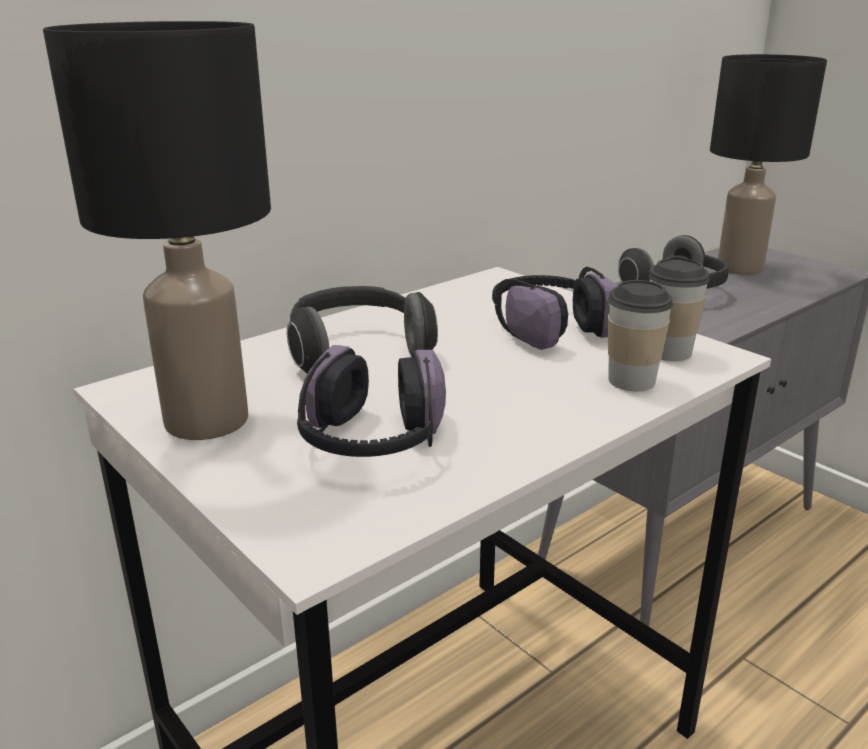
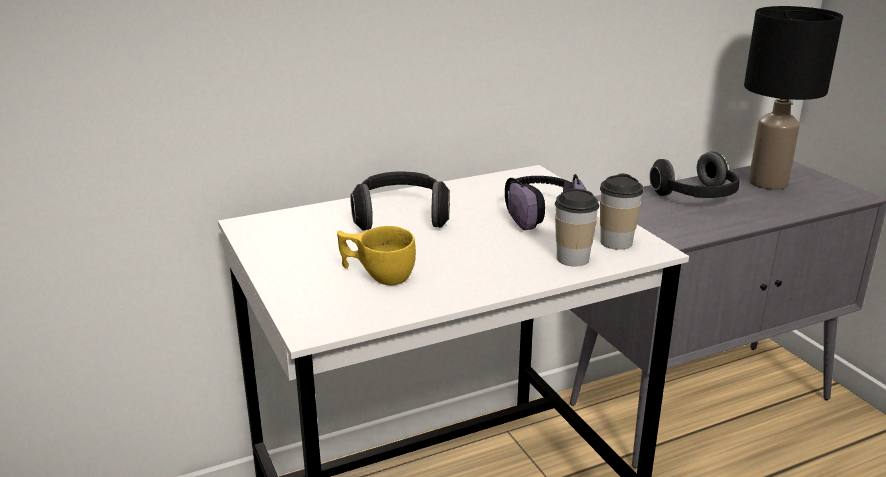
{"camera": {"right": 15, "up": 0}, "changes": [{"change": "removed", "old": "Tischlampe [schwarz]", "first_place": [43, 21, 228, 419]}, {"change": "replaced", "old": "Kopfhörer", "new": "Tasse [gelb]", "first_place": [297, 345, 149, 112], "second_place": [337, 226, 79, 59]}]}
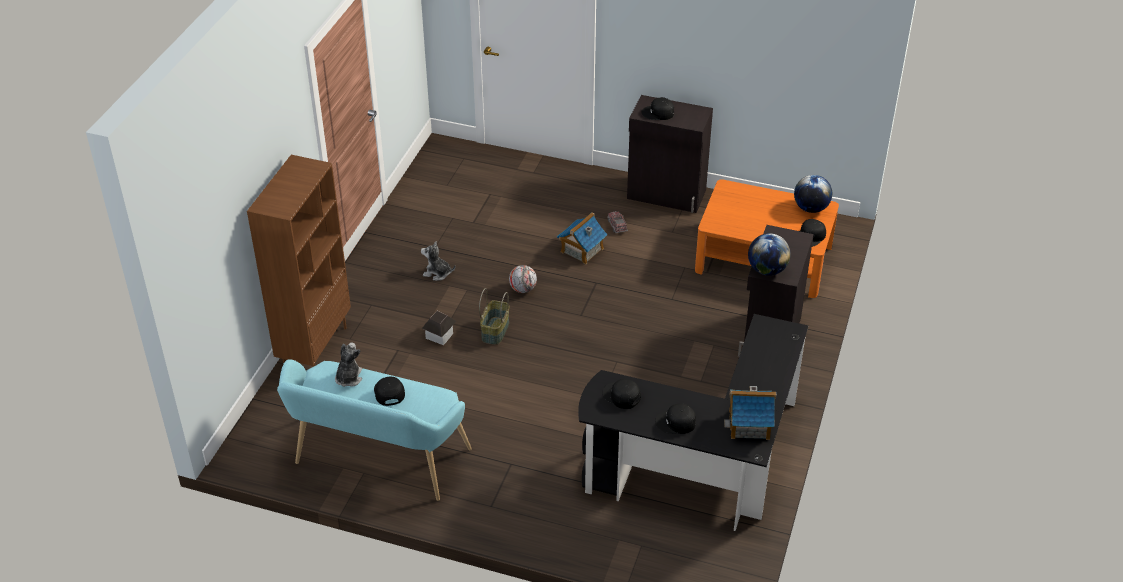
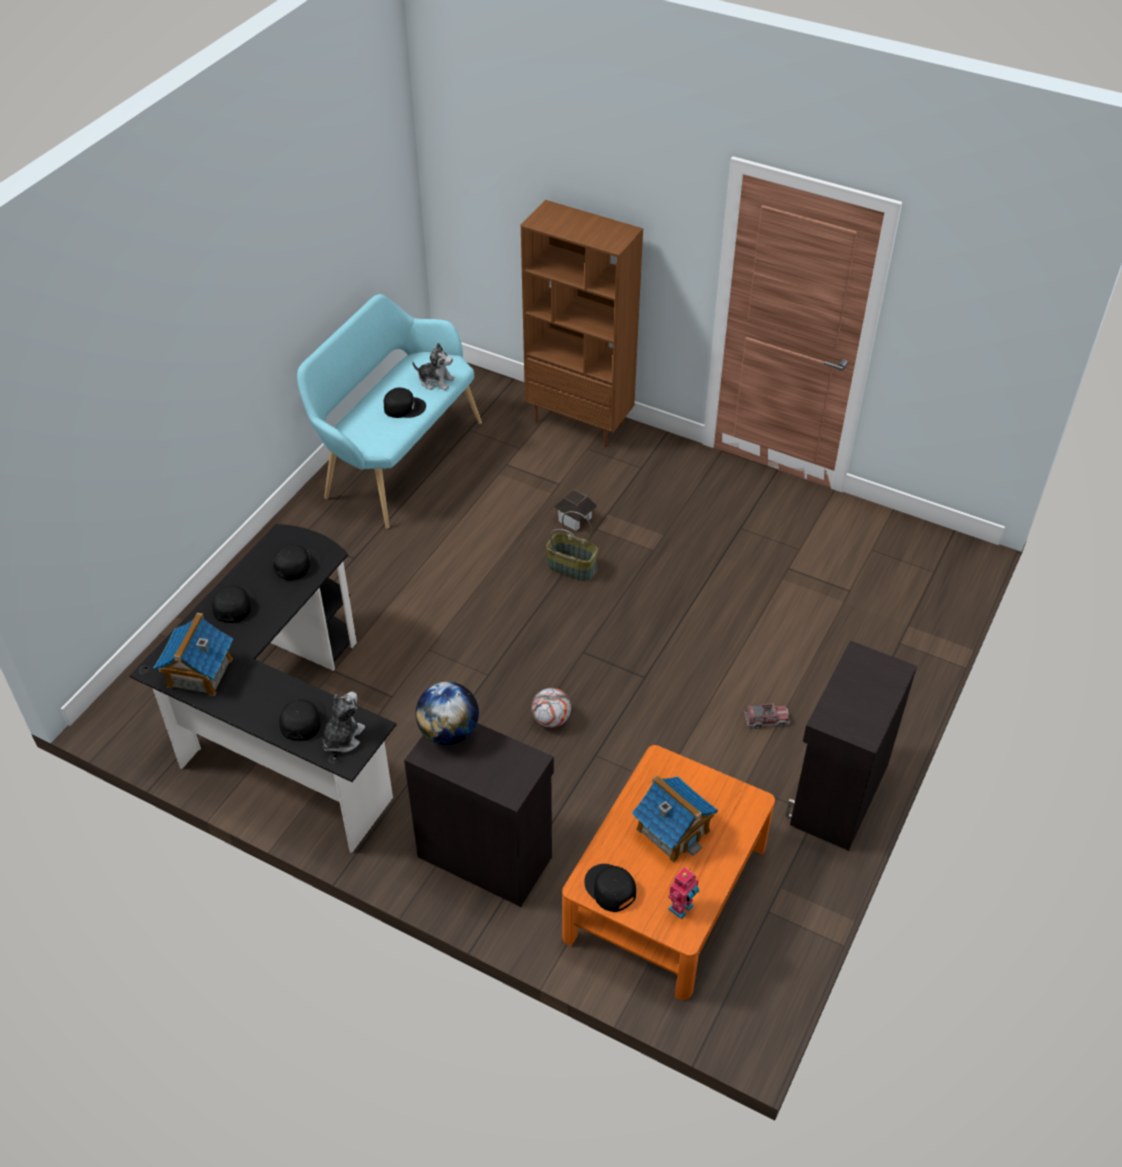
{"camera": {"right": 100, "up": 5}, "changes": [{"change": "moved", "old": "Plüschtier", "first_place": [421, 241, 34, 40], "second_place": [323, 692, 42, 61]}, {"change": "moved", "old": "Fußball", "first_place": [509, 265, 28, 28], "second_place": [532, 688, 39, 40]}, {"change": "moved", "old": "Spielzeughaus", "first_place": [557, 212, 51, 53], "second_place": [632, 775, 86, 88]}, {"change": "moved", "old": "Kappe [schwarz]", "first_place": [642, 97, 32, 23], "second_place": [279, 698, 47, 43]}, {"change": "replaced", "old": "Globus", "new": "Spielzeugroboter", "first_place": [794, 175, 38, 38], "second_place": [668, 867, 31, 52]}]}
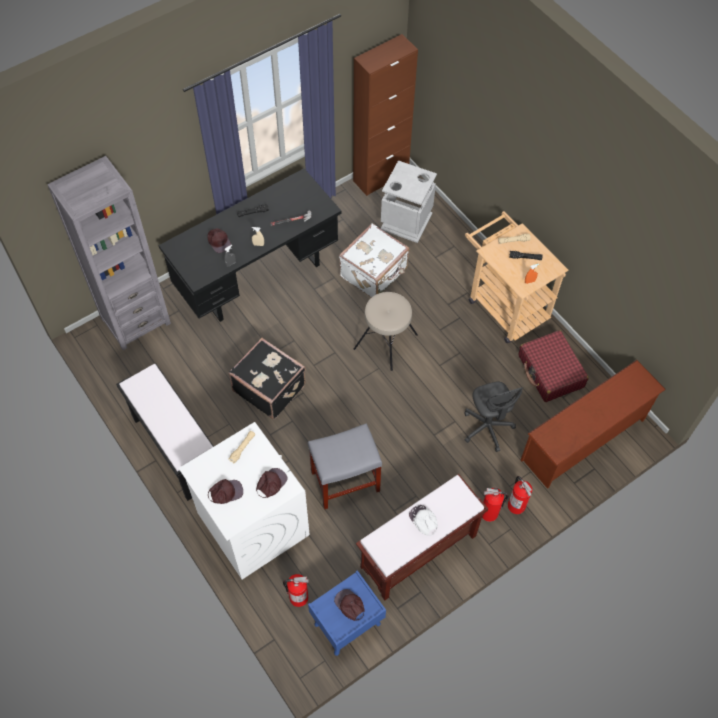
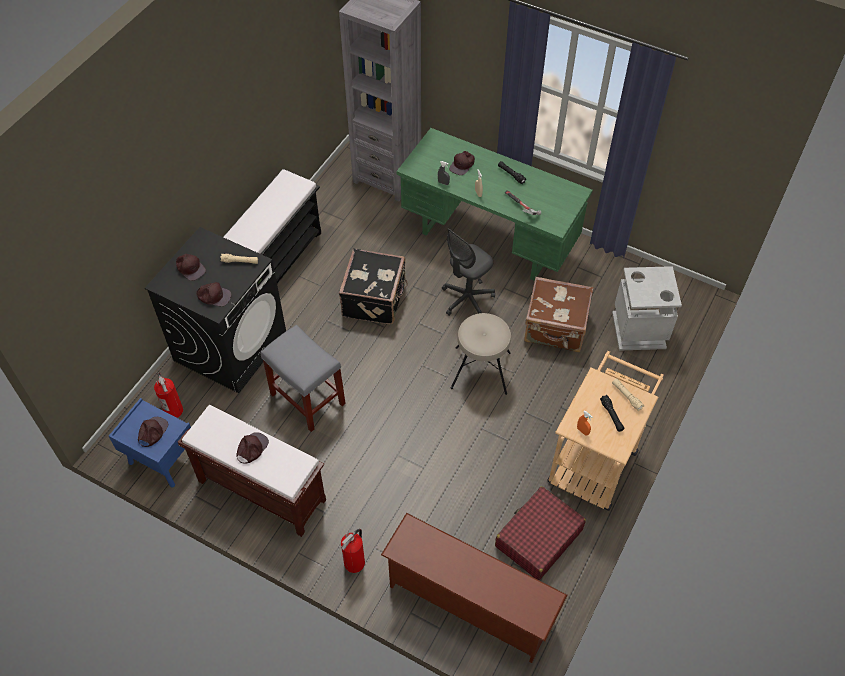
{"camera": {"right": 65, "up": -5}, "changes": [{"change": "removed", "old": "Schrank [braun]", "first_place": [353, 34, 65, 162]}, {"change": "removed", "old": "Feuerlöscher", "first_place": [482, 487, 26, 35]}, {"change": "moved", "old": "Bürostuhl [grau]", "first_place": [465, 381, 58, 71], "second_place": [442, 228, 53, 88]}, {"change": "recoloured", "old": "Schreibtisch [schwarz]", "new": "Schreibtisch [grün]", "first_place": [159, 168, 182, 154], "second_place": [397, 128, 196, 153]}, {"change": "recoloured", "old": "Waschmaschine [weiß]", "new": "Waschmaschine [schwarz]", "first_place": [179, 422, 131, 158], "second_place": [145, 227, 141, 166]}, {"change": "recoloured", "old": "Koffer [weiß]", "new": "Koffer [braun]", "first_place": [339, 223, 71, 75], "second_place": [524, 277, 69, 75]}, {"change": "recoloured", "old": "Kappe [weiß]", "new": "Kappe [braun]", "first_place": [409, 505, 29, 31], "second_place": [236, 432, 33, 32]}]}
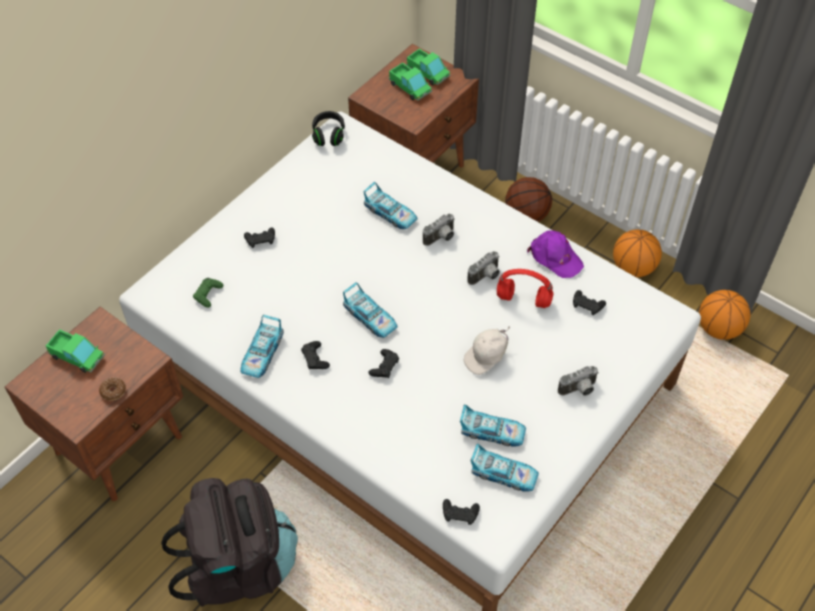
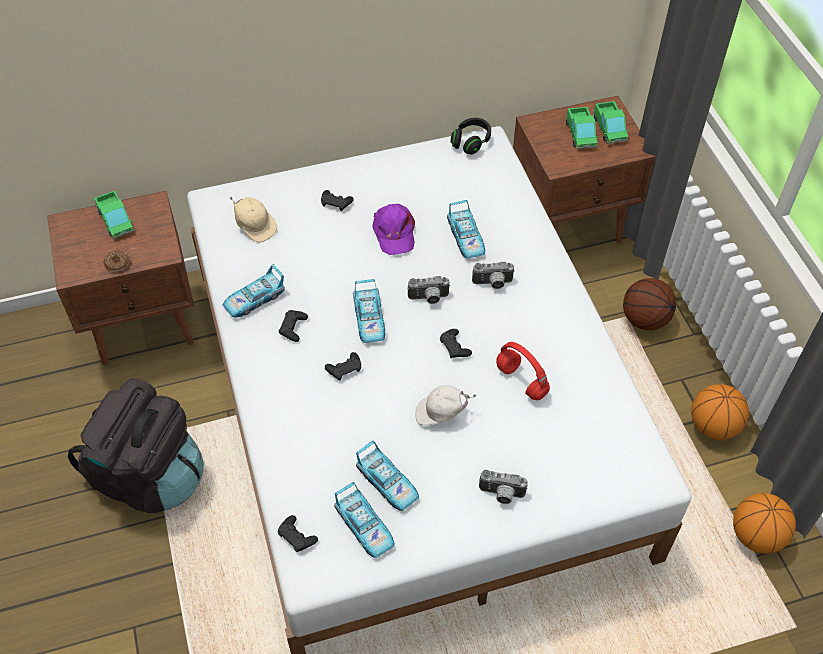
{"camera": {"right": 35, "up": 0}, "changes": [{"change": "moved", "old": "Kamera", "first_place": [468, 251, 32, 34], "second_place": [408, 276, 42, 28]}, {"change": "moved", "old": "Kappe [lila]", "first_place": [527, 230, 57, 48], "second_place": [372, 204, 43, 51]}, {"change": "moved", "old": "Gamepad [schwarz]", "first_place": [573, 290, 33, 25], "second_place": [440, 329, 32, 29]}, {"change": "replaced", "old": "Gamepad [grün]", "new": "Kappe [beige]", "first_place": [193, 278, 30, 30], "second_place": [230, 197, 47, 46]}]}
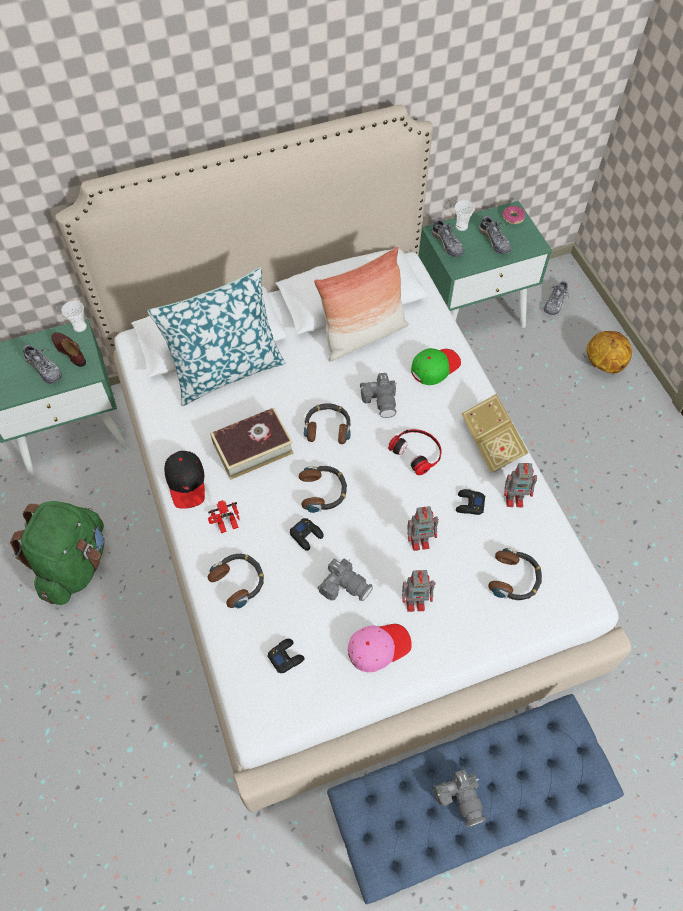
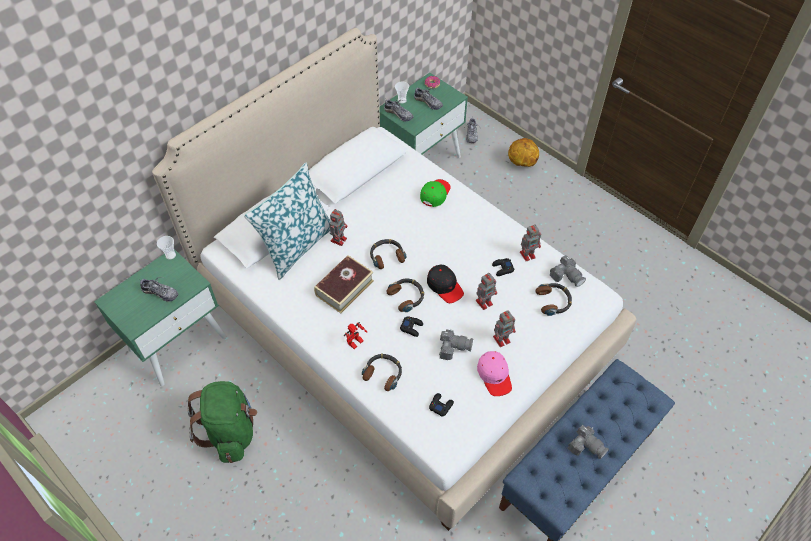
{"camera": {"right": -25, "up": -5}, "changes": [{"change": "removed", "old": "Schuh [braun]", "first_place": [51, 333, 35, 34]}, {"change": "removed", "old": "Kissen", "first_place": [314, 247, 95, 115]}, {"change": "removed", "old": "Kopfhörer", "first_place": [388, 429, 54, 46]}, {"change": "removed", "old": "Buch", "first_place": [461, 394, 68, 79]}, {"change": "added", "new": "Spielzeugroboter", "second_place": [330, 209, 18, 37]}, {"change": "moved", "old": "Kappe [schwarz]", "first_place": [164, 451, 41, 58], "second_place": [427, 265, 37, 38]}, {"change": "moved", "old": "Kamera", "first_place": [360, 373, 37, 45], "second_place": [550, 255, 36, 32]}, {"change": "turned", "old": "Kappe [rosa]", "first_place": [348, 624, 64, 49], "second_place": [477, 351, 35, 45], "degrees": 120}]}
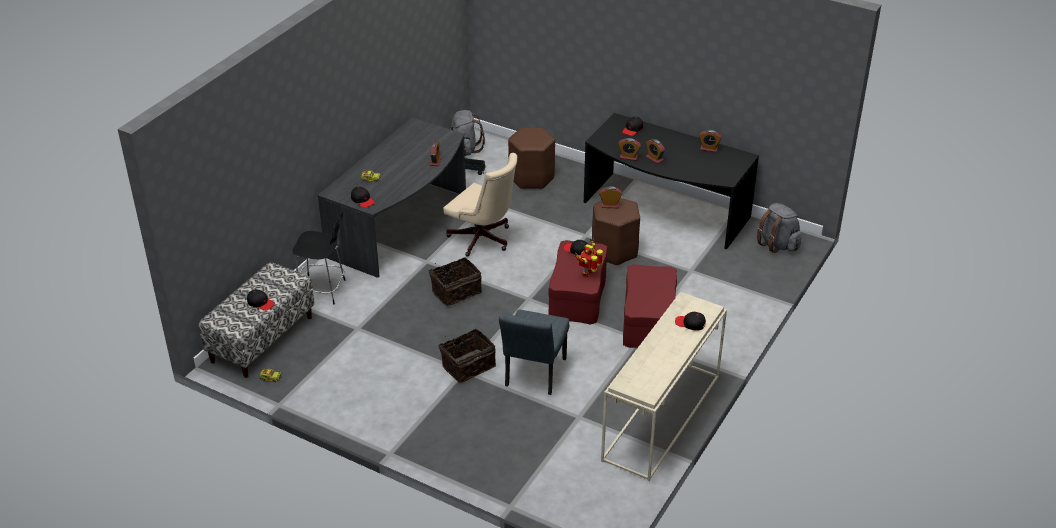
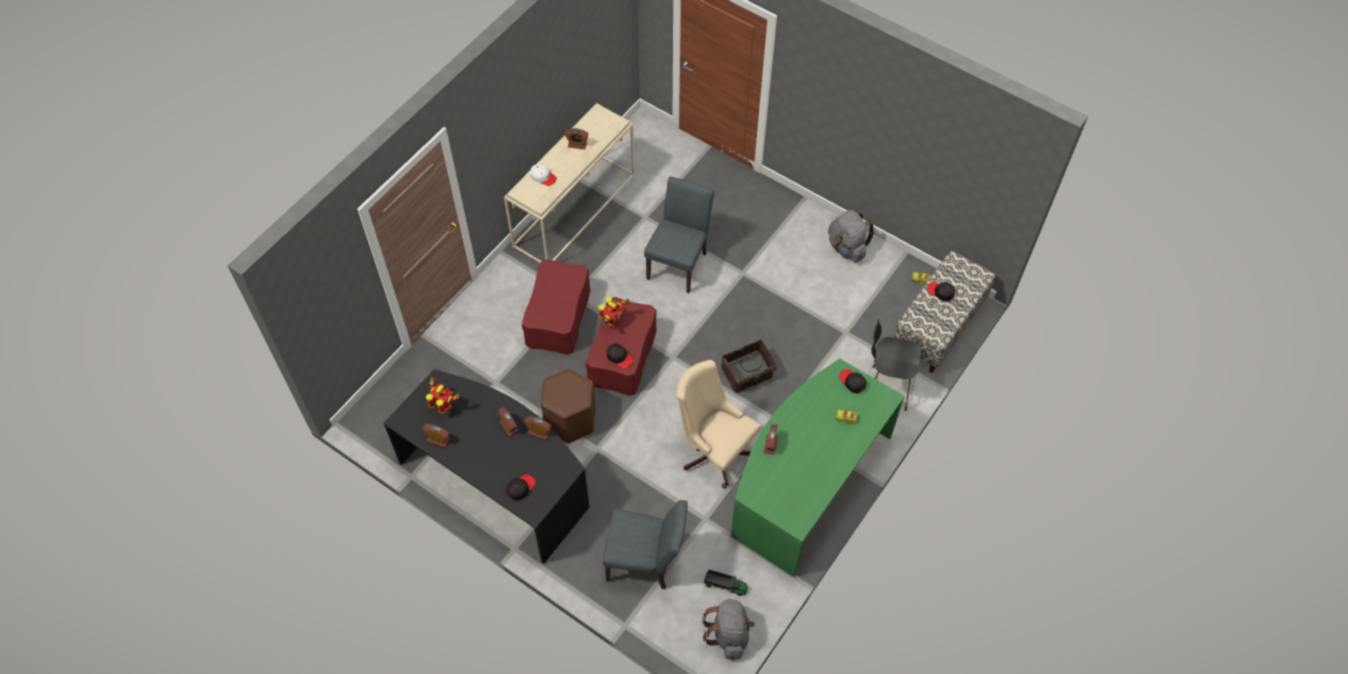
{"camera": {"right": -175, "up": 20}, "changes": [{"change": "removed", "old": "Korb", "first_place": [439, 329, 57, 54]}, {"change": "added", "new": "Spielzeugroboter", "second_place": [426, 376, 35, 38]}, {"change": "moved", "old": "Wecker", "first_place": [599, 186, 23, 22], "second_place": [565, 128, 24, 21]}, {"change": "moved", "old": "Rucksack [grau]", "first_place": [757, 203, 44, 50], "second_place": [828, 210, 46, 53]}, {"change": "replaced", "old": "Hocker [braun]", "new": "Stuhl [grau]", "first_place": [508, 128, 47, 61], "second_place": [603, 500, 85, 89]}, {"change": "recoloured", "old": "Schreibtisch [grau]", "new": "Schreibtisch [grün]", "first_place": [318, 118, 148, 160], "second_place": [731, 358, 174, 219]}, {"change": "recoloured", "old": "Kappe [schwarz]", "new": "Kappe [weiß]", "first_place": [675, 312, 31, 19], "second_place": [530, 164, 27, 22]}]}
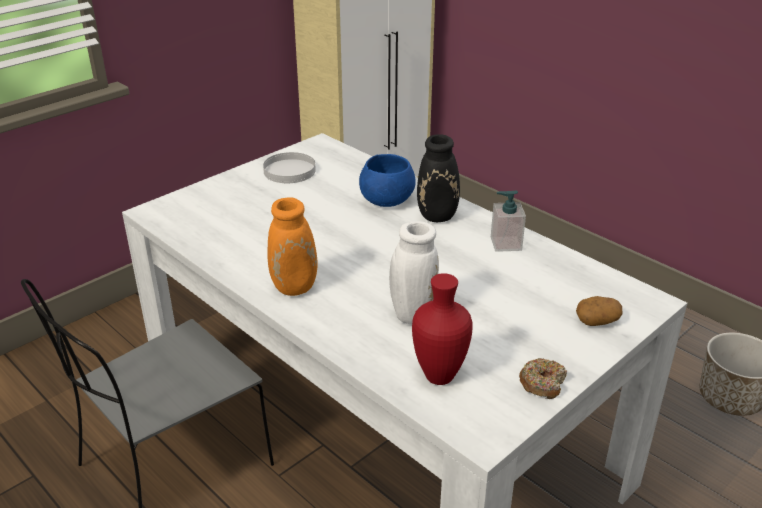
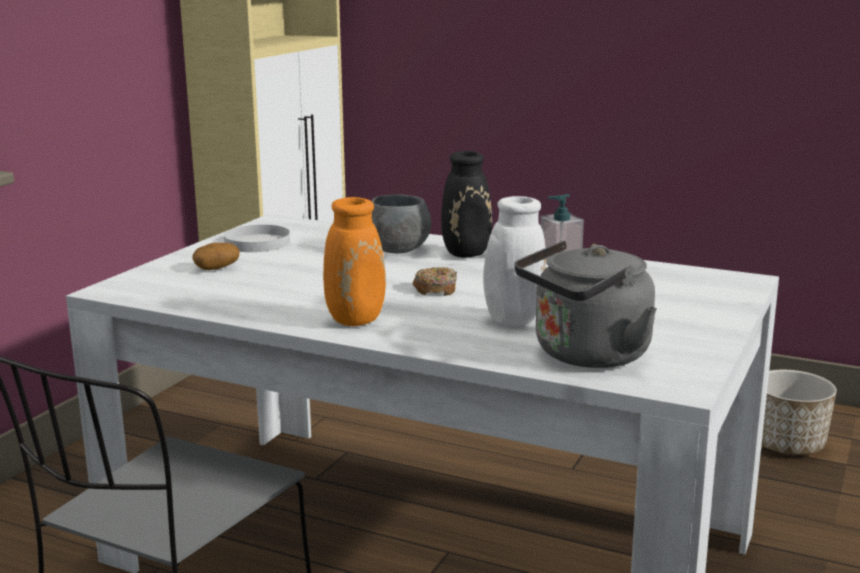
{"camera": {"right": -20, "up": -15}, "changes": [{"change": "moved", "old": "Donut", "first_place": [519, 358, 48, 41], "second_place": [412, 267, 45, 29]}, {"change": "moved", "old": "Kartoffel", "first_place": [576, 296, 47, 30], "second_place": [192, 243, 47, 27]}, {"change": "replaced", "old": "Vase [rot]", "new": "Wasserkessel [grau]", "first_place": [412, 273, 60, 112], "second_place": [514, 240, 143, 128]}, {"change": "recoloured", "old": "Schüssel [blau]", "new": "Schüssel [grau]", "first_place": [359, 154, 57, 53], "second_place": [372, 194, 59, 59]}]}
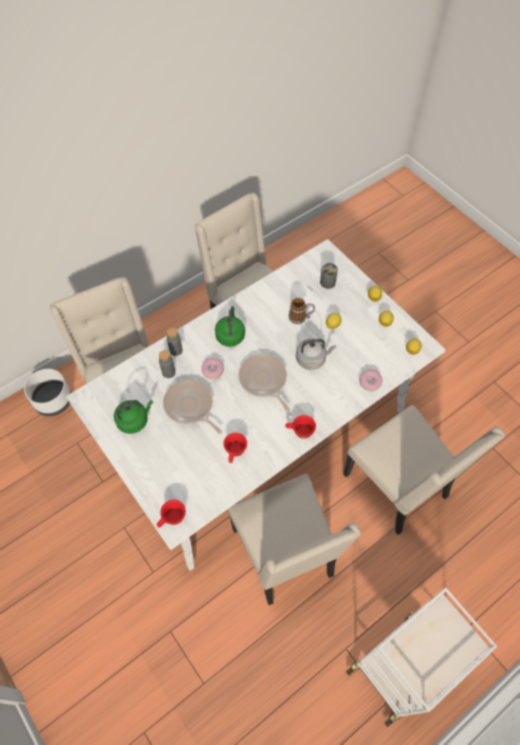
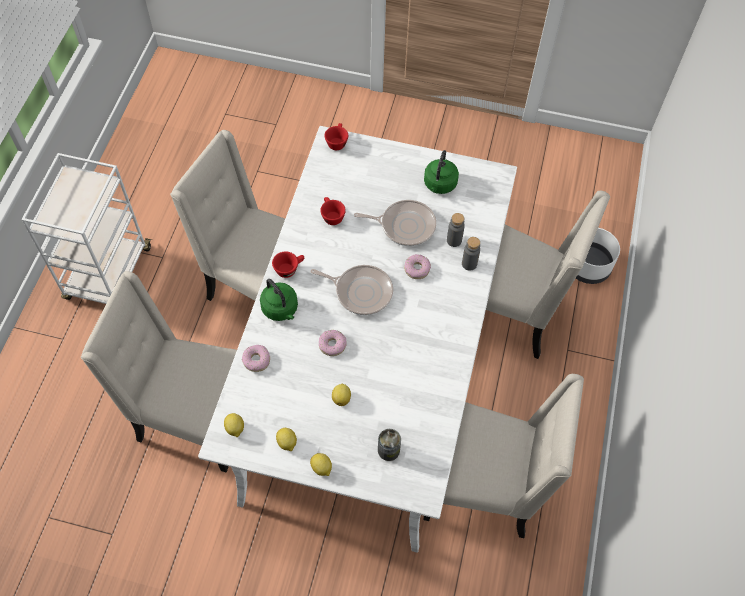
{"camera": {"right": 140, "up": 0}, "changes": [{"change": "removed", "old": "Henkelbecher", "first_place": [289, 298, 26, 26]}, {"change": "moved", "old": "Wasserkessel [grün]", "first_place": [215, 306, 30, 41], "second_place": [260, 279, 38, 42]}, {"change": "replaced", "old": "Wasserkessel [grau]", "new": "Donut", "first_place": [296, 339, 40, 31], "second_place": [319, 330, 28, 26]}]}
